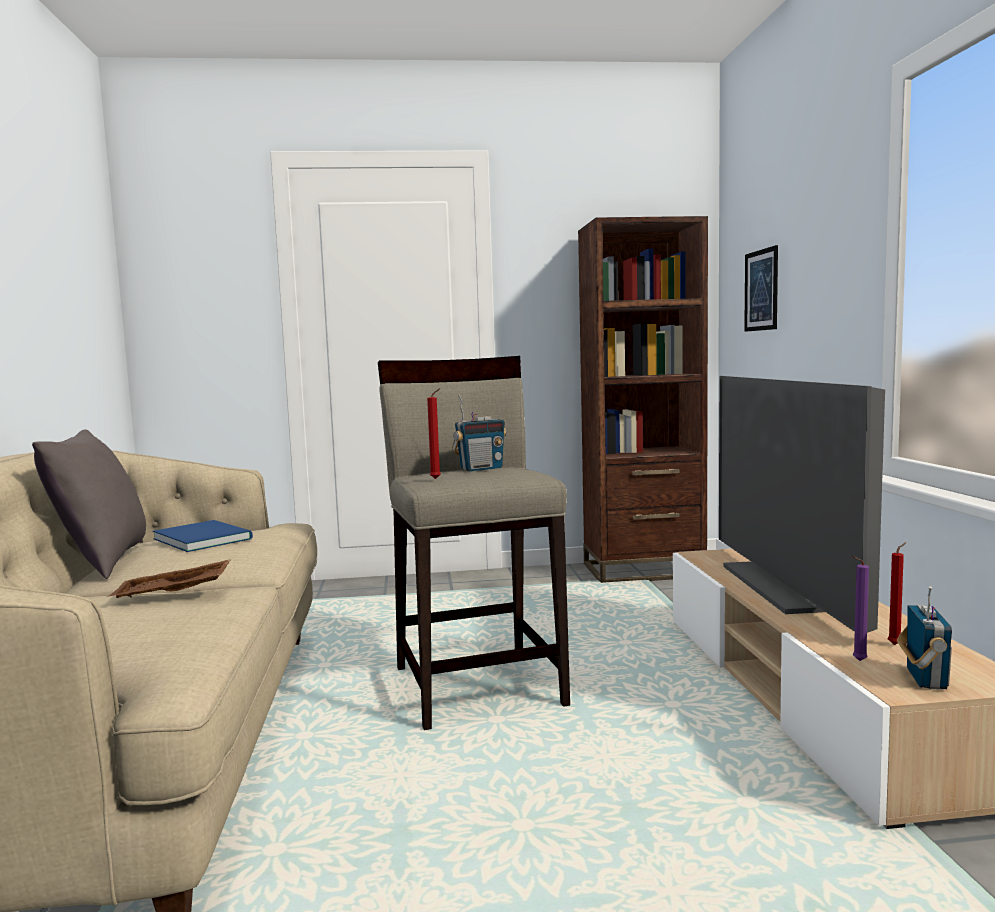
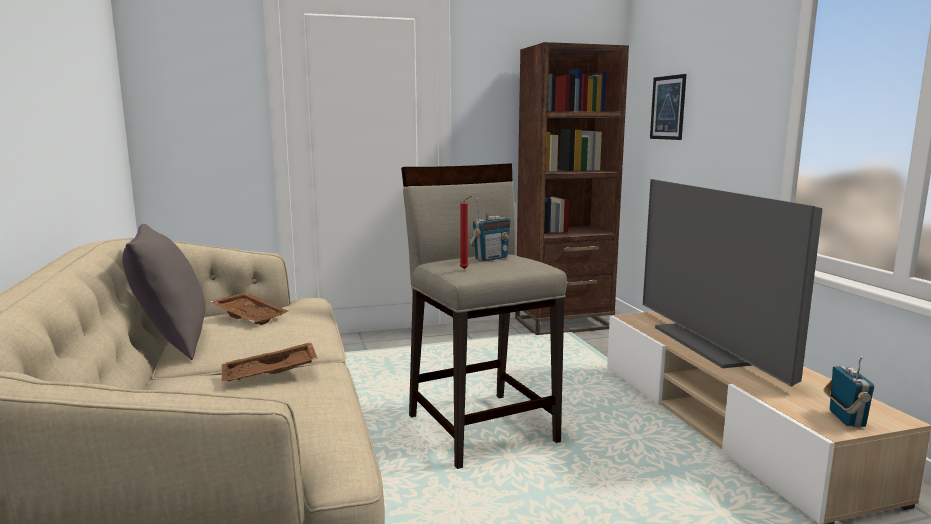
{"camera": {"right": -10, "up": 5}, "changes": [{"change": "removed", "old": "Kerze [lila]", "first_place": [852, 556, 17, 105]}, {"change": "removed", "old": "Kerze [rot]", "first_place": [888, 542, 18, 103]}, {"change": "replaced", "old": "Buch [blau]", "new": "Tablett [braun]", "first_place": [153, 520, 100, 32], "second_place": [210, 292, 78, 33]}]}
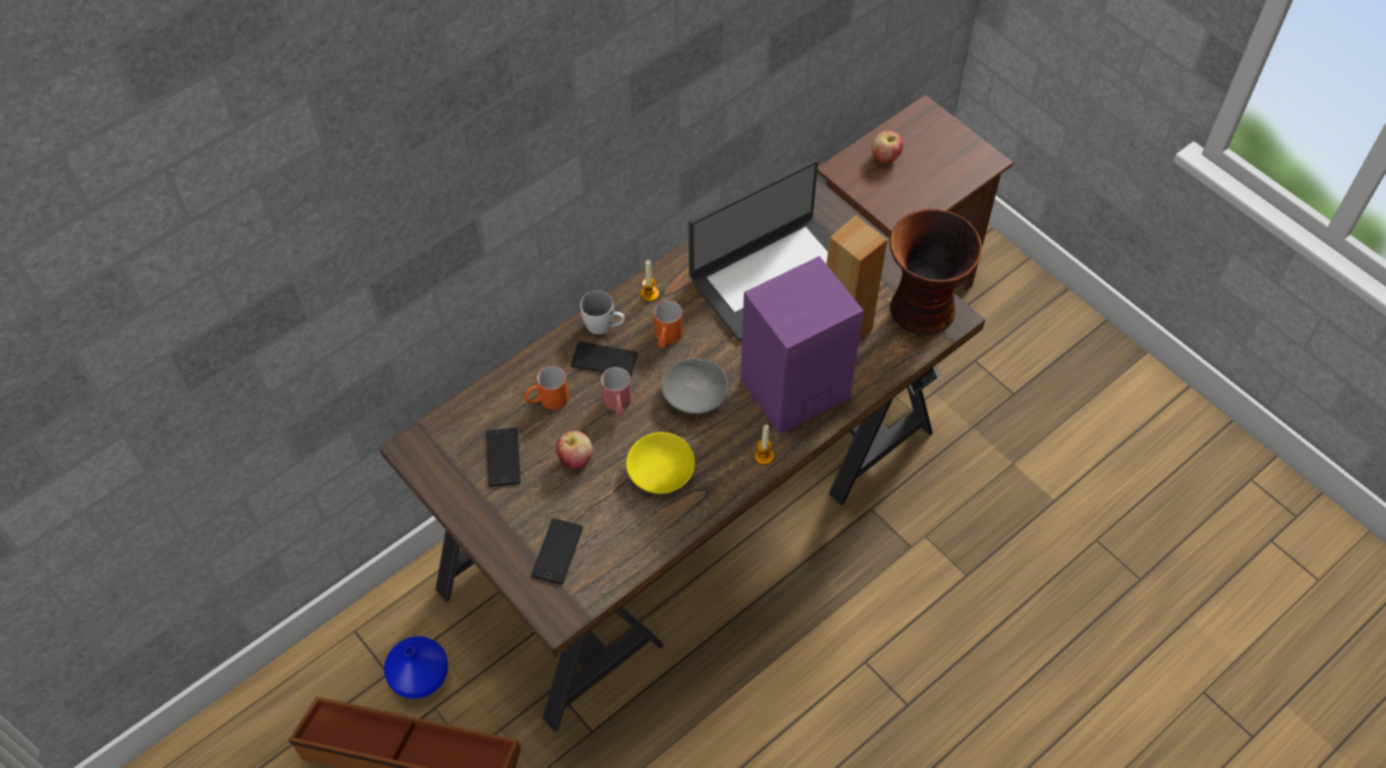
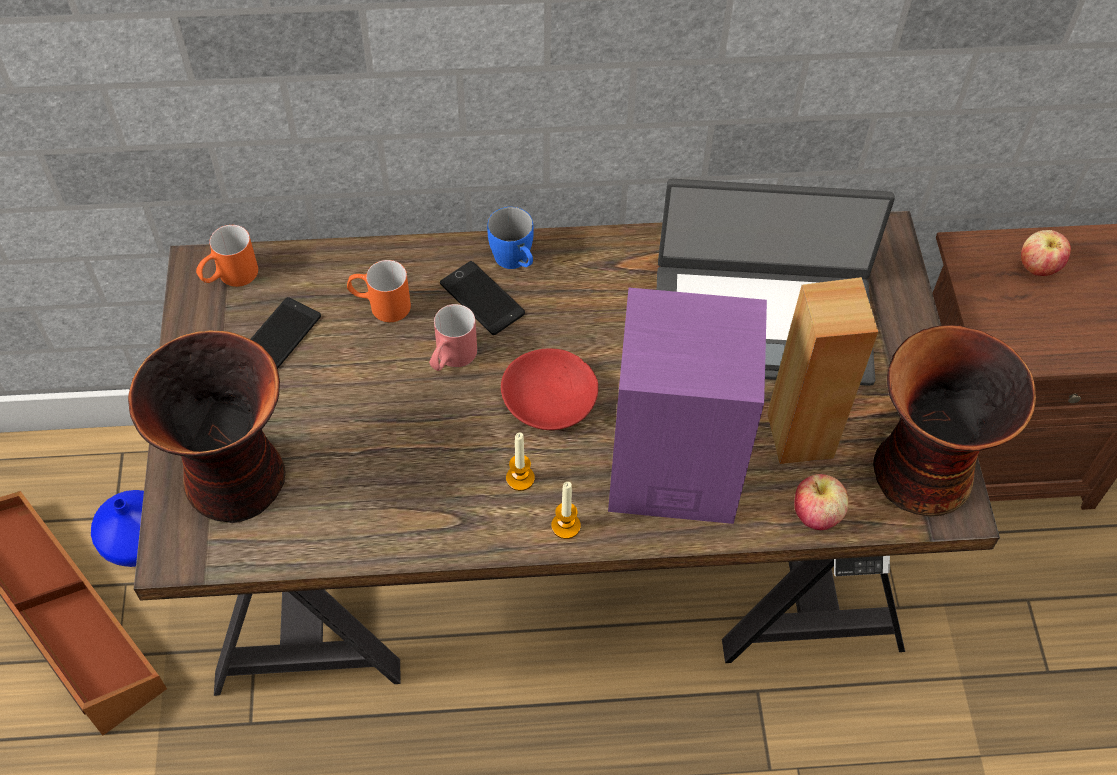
{"camera": {"right": 35, "up": 0}, "changes": [{"change": "removed", "old": "Schüssel [gelb]", "first_place": [626, 432, 69, 62]}, {"change": "moved", "old": "Apfel", "first_place": [556, 431, 37, 38], "second_place": [794, 474, 54, 56]}, {"change": "moved", "old": "Kerze", "first_place": [641, 260, 18, 42], "second_place": [506, 432, 29, 59]}, {"change": "moved", "old": "Henkelbecher [orange]", "first_place": [654, 300, 29, 48], "second_place": [196, 225, 62, 62]}, {"change": "replaced", "old": "Handy", "new": "Vase", "first_place": [531, 519, 52, 66], "second_place": [128, 331, 158, 192]}, {"change": "recoloured", "old": "Henkelbecher [weiß]", "new": "Henkelbecher [blau]", "first_place": [580, 290, 45, 44], "second_place": [487, 207, 47, 62]}, {"change": "recoloured", "old": "Schüssel [grau]", "new": "Schüssel [rot]", "first_place": [661, 358, 68, 56], "second_place": [501, 349, 97, 81]}]}
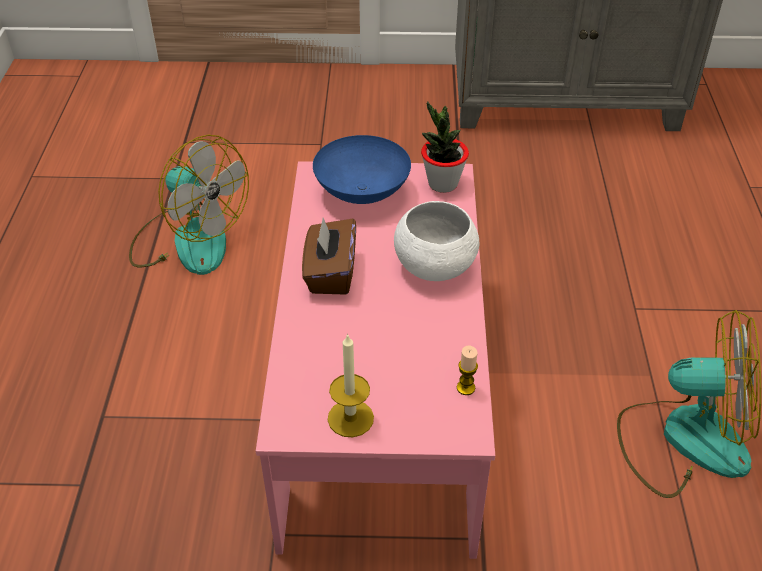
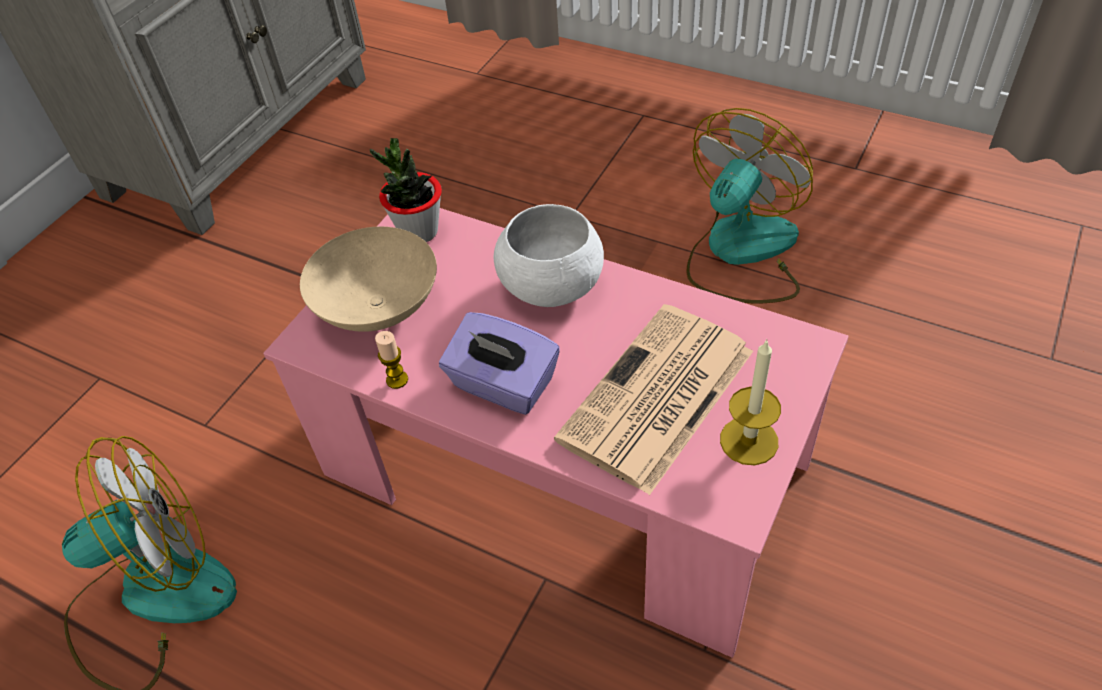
{"camera": {"right": -60, "up": 5}, "changes": [{"change": "added", "new": "Zeitung", "second_place": [554, 304, 199, 191]}, {"change": "moved", "old": "Kerze", "first_place": [457, 346, 21, 49], "second_place": [375, 331, 33, 58]}, {"change": "recoloured", "old": "Taschentuchbox [braun]", "new": "Taschentuchbox [lila]", "first_place": [302, 218, 54, 77], "second_place": [439, 312, 121, 103]}, {"change": "recoloured", "old": "Schüssel [blau]", "new": "Schüssel [beige]", "first_place": [313, 135, 98, 69], "second_place": [300, 227, 137, 105]}]}
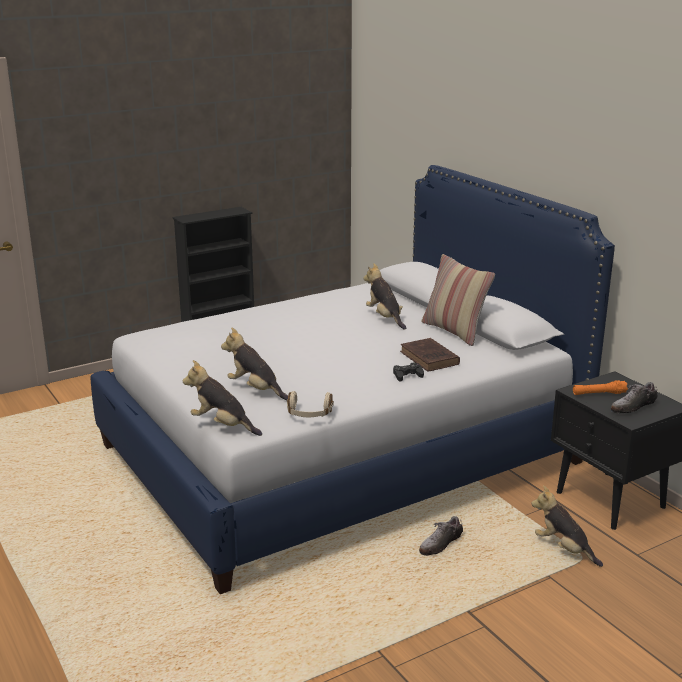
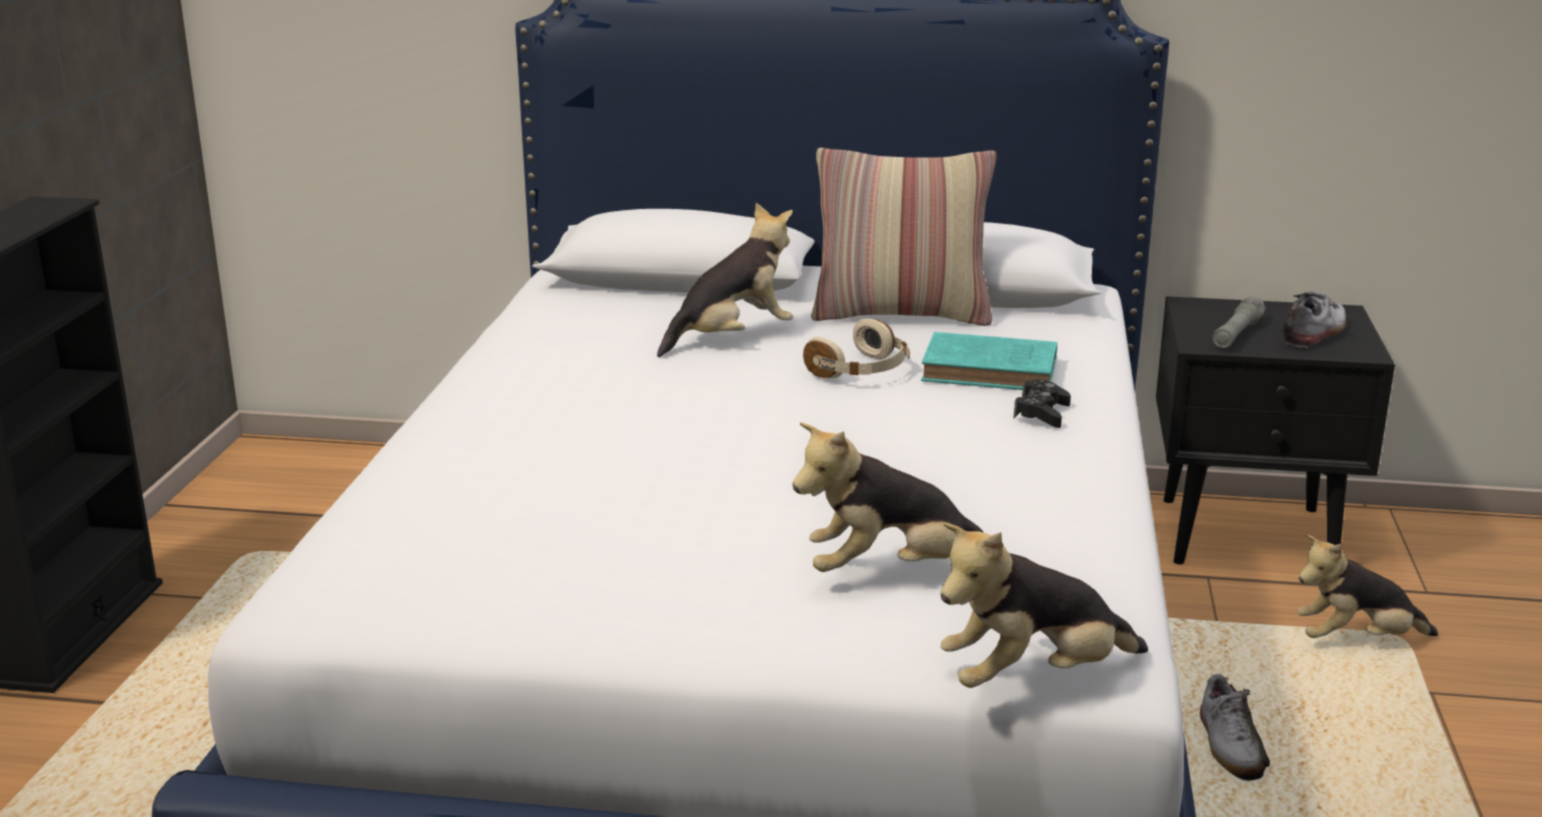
{"camera": {"right": -50, "up": 0}, "changes": [{"change": "moved", "old": "Kopfhörer [beige]", "first_place": [287, 391, 47, 26], "second_place": [803, 319, 107, 60]}, {"change": "recoloured", "old": "Buch [braun]", "new": "Buch [türkis]", "first_place": [400, 338, 60, 34], "second_place": [921, 332, 136, 58]}, {"change": "recoloured", "old": "Taschenlampe [orange]", "new": "Taschenlampe [grau]", "first_place": [573, 380, 55, 15], "second_place": [1213, 296, 53, 52]}, {"change": "turned", "old": "Plüschtier", "first_place": [363, 263, 43, 67], "second_place": [657, 203, 136, 154], "degrees": 135}, {"change": "turned", "old": "Schuh", "first_place": [611, 382, 47, 32], "second_place": [1282, 291, 64, 57], "degrees": -150}]}
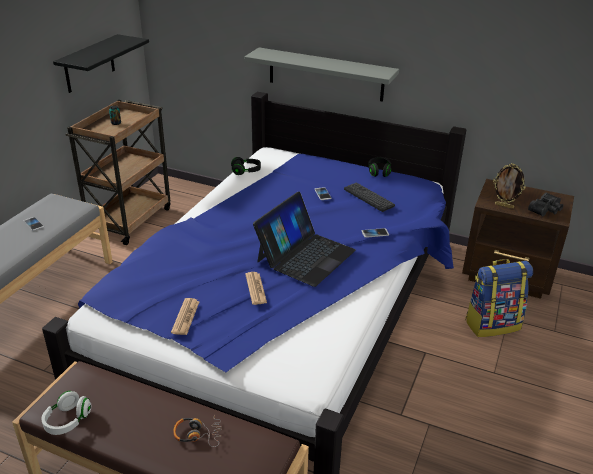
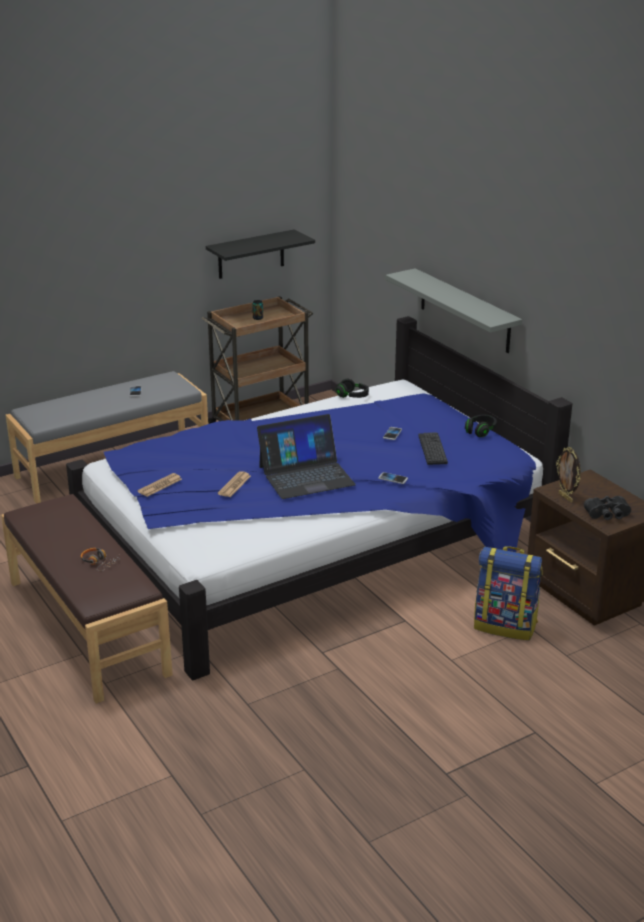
{"camera": {"right": 35, "up": -5}, "changes": [{"change": "removed", "old": "Kopfhörer [weiß]", "first_place": [41, 391, 50, 44]}]}
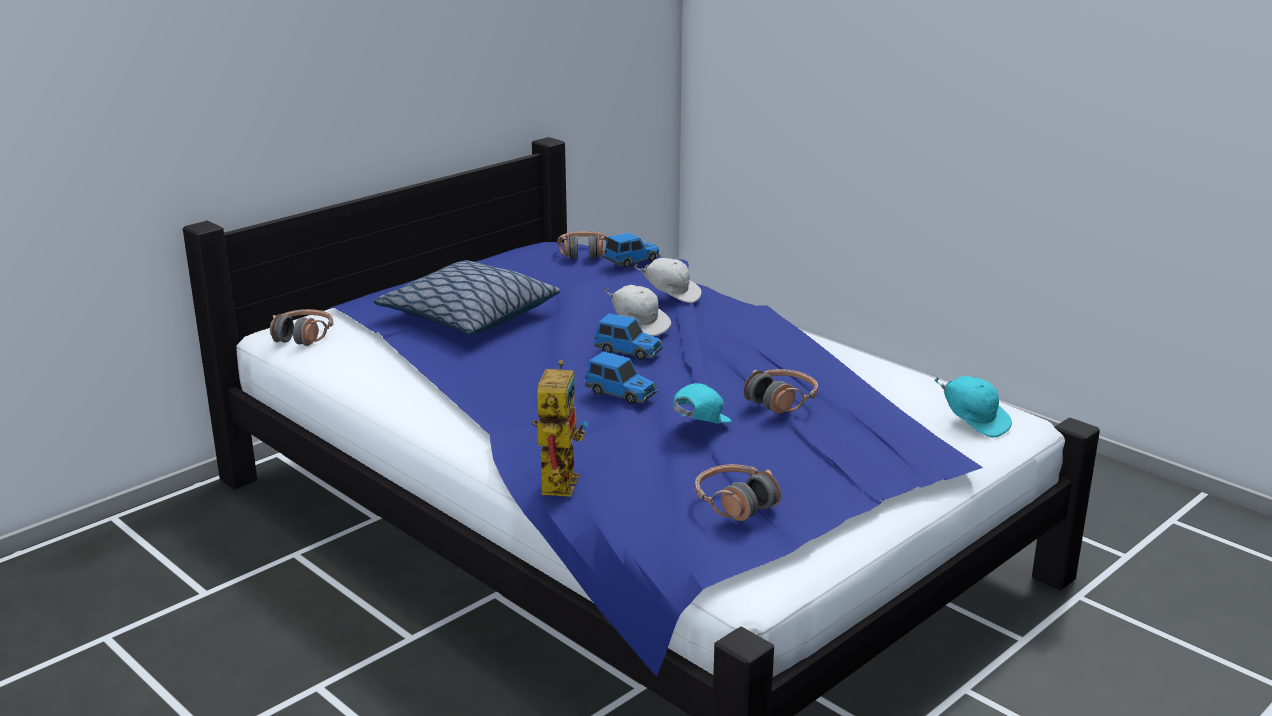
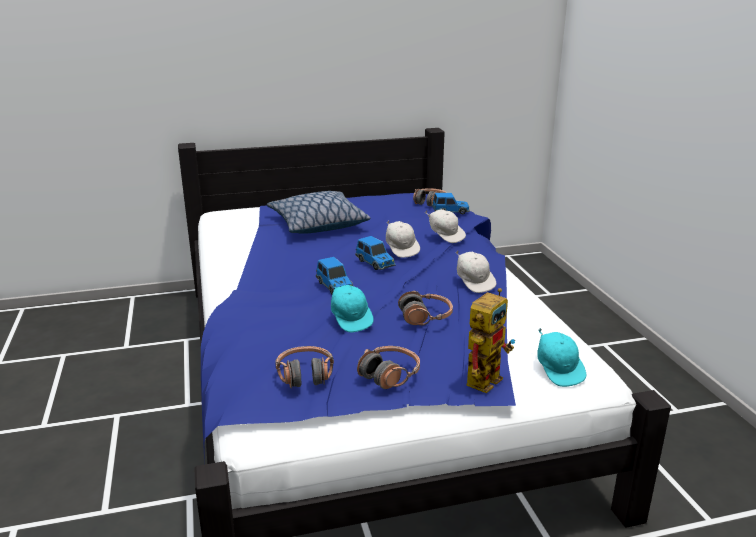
{"camera": {"right": 30, "up": 0}, "changes": [{"change": "added", "new": "Kappe [weiß]", "second_place": [456, 250, 41, 43]}, {"change": "moved", "old": "Kopfhörer", "first_place": [270, 309, 63, 37], "second_place": [357, 346, 63, 43]}, {"change": "moved", "old": "Spielzeugroboter", "first_place": [531, 360, 57, 137], "second_place": [467, 288, 48, 105]}, {"change": "turned", "old": "Kappe [türkis]", "first_place": [673, 383, 59, 40], "second_place": [331, 283, 43, 49], "degrees": 90}]}
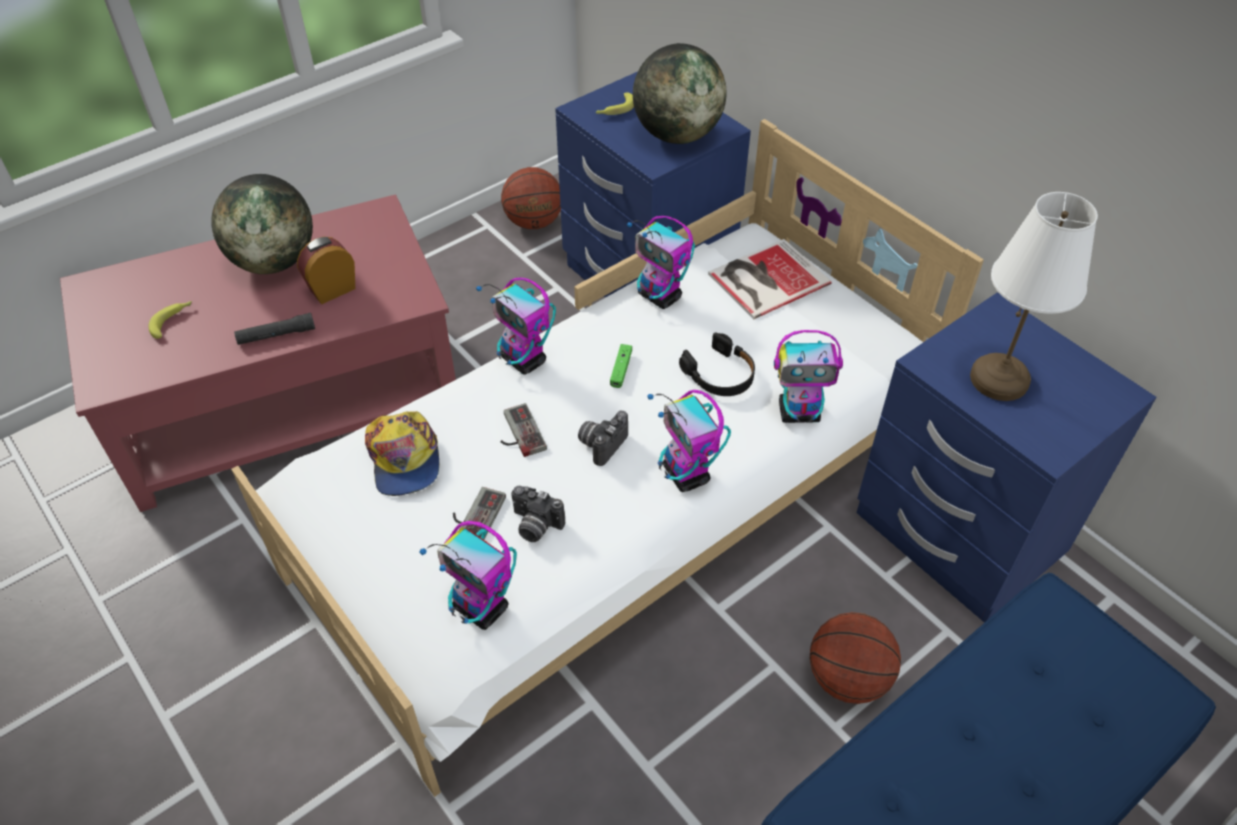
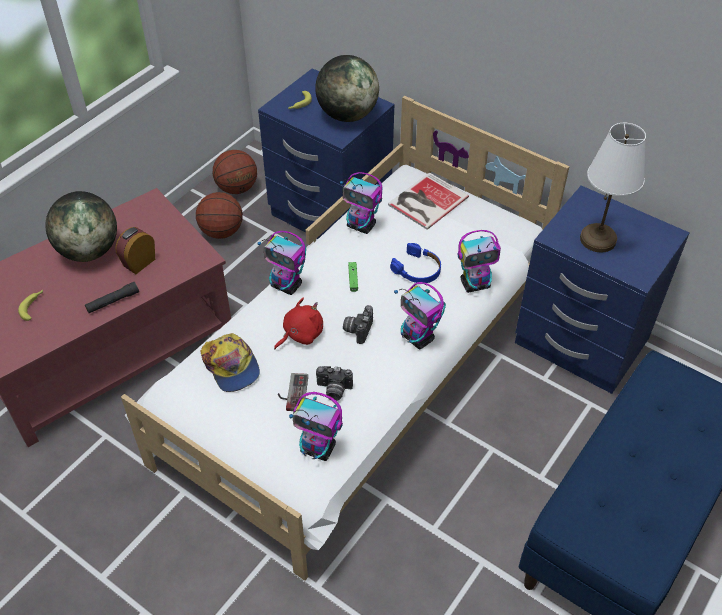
{"camera": {"right": -15, "up": 0}, "changes": [{"change": "moved", "old": "Basketball", "first_place": [810, 612, 91, 92], "second_place": [196, 192, 47, 47]}, {"change": "replaced", "old": "Gamepad", "new": "Plüschtier [rot]", "first_place": [500, 403, 47, 54], "second_place": [274, 298, 49, 51]}, {"change": "recoloured", "old": "Kopfhörer [schwarz]", "new": "Kopfhörer [blau]", "first_place": [679, 332, 76, 64], "second_place": [390, 243, 51, 40]}]}
